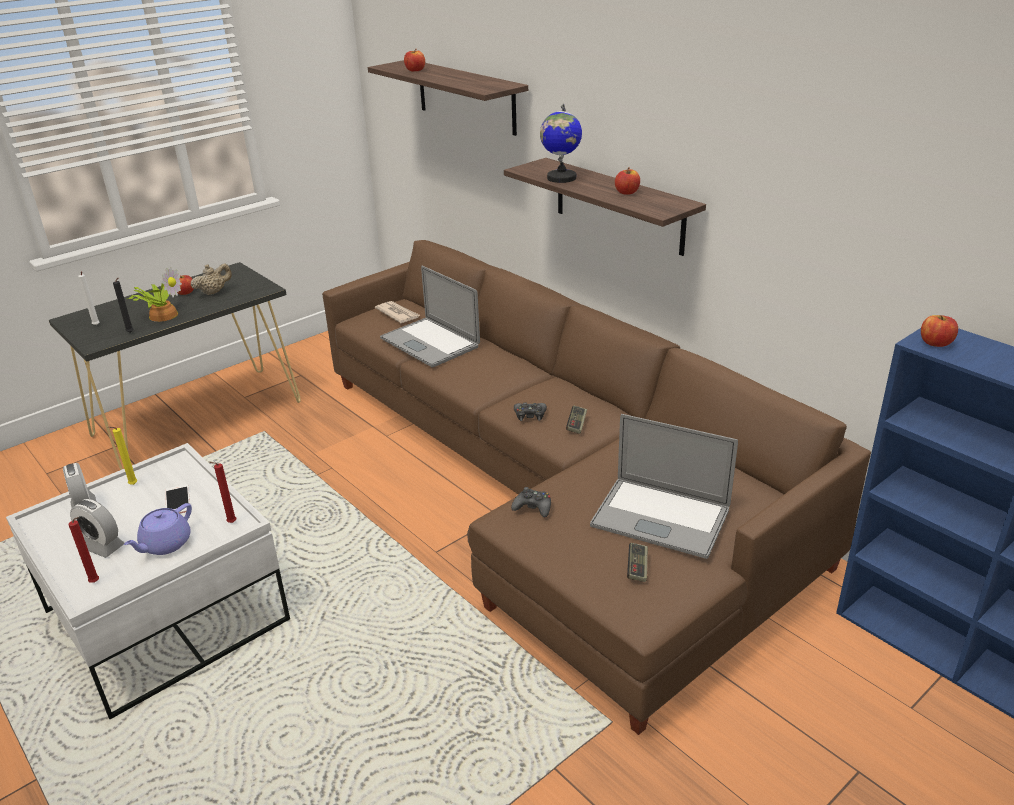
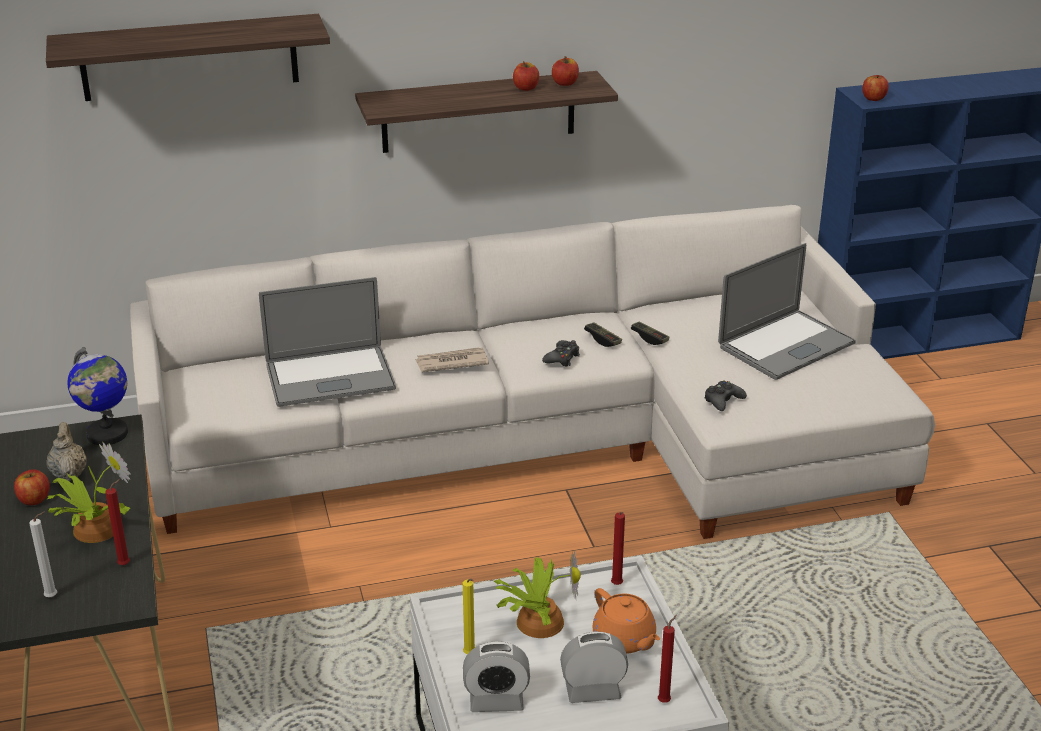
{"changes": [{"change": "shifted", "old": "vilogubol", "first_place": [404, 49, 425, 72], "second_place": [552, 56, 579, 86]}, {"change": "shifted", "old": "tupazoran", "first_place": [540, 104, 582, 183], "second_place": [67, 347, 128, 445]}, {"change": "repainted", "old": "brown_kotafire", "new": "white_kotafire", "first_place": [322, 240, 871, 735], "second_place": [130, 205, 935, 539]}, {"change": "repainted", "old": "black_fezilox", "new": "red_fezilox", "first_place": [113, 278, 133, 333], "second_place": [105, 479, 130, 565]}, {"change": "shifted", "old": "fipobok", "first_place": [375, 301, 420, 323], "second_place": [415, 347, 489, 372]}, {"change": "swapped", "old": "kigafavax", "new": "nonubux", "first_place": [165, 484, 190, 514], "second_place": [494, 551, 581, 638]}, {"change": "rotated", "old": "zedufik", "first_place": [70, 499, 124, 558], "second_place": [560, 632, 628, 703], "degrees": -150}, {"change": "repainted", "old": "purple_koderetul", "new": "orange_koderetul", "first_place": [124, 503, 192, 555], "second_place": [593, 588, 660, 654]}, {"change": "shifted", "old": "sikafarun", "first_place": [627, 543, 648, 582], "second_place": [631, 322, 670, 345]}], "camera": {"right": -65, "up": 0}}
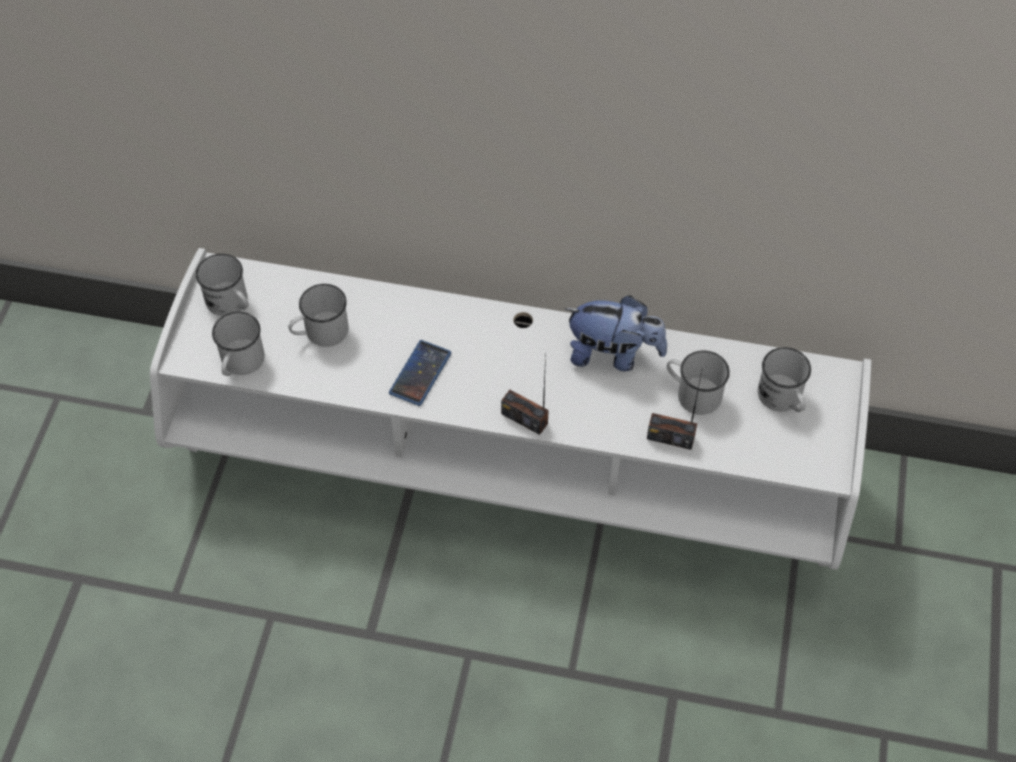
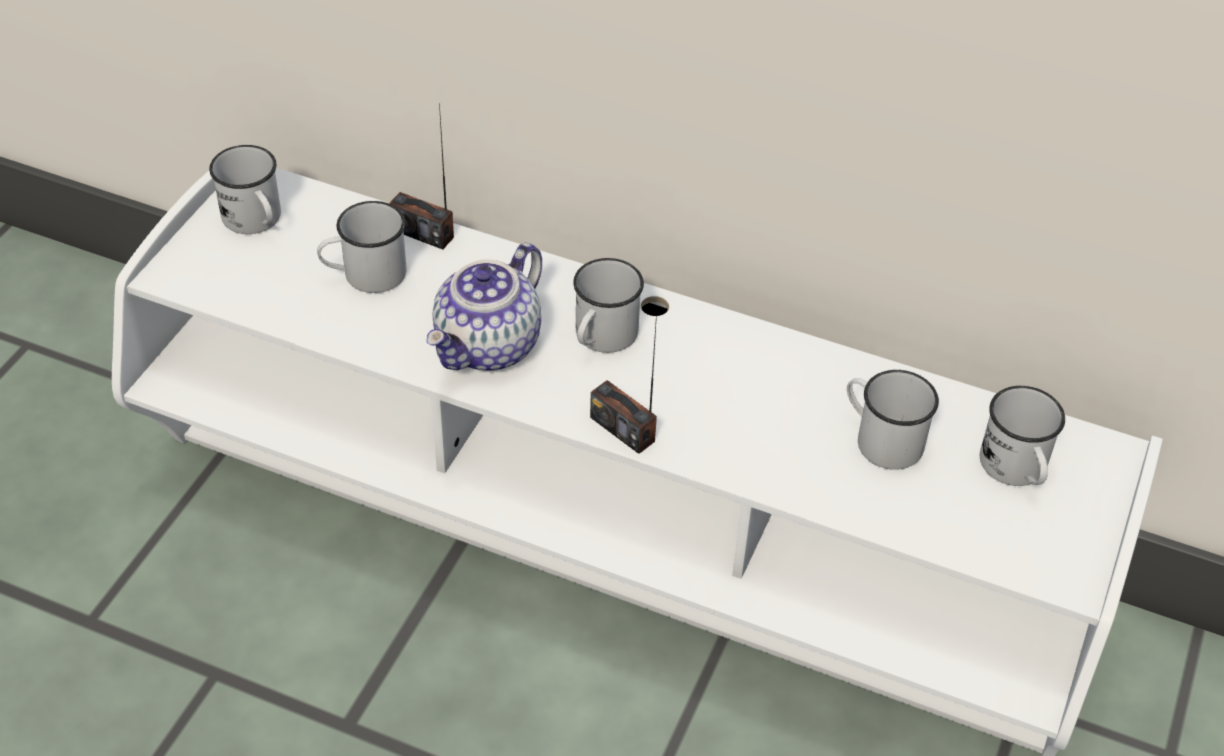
{"changes": [{"change": "gone", "old": "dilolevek", "first_place": [564, 295, 667, 372]}, {"change": "shifted", "old": "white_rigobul", "first_place": [212, 312, 265, 376], "second_place": [573, 258, 644, 353]}, {"change": "swapped", "old": "kigafavax", "new": "koderetul", "first_place": [389, 340, 451, 406], "second_place": [426, 243, 542, 371]}, {"change": "shifted", "old": "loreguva", "first_place": [647, 367, 703, 450], "second_place": [389, 103, 454, 249]}], "camera": {"right": 10, "up": -10}}
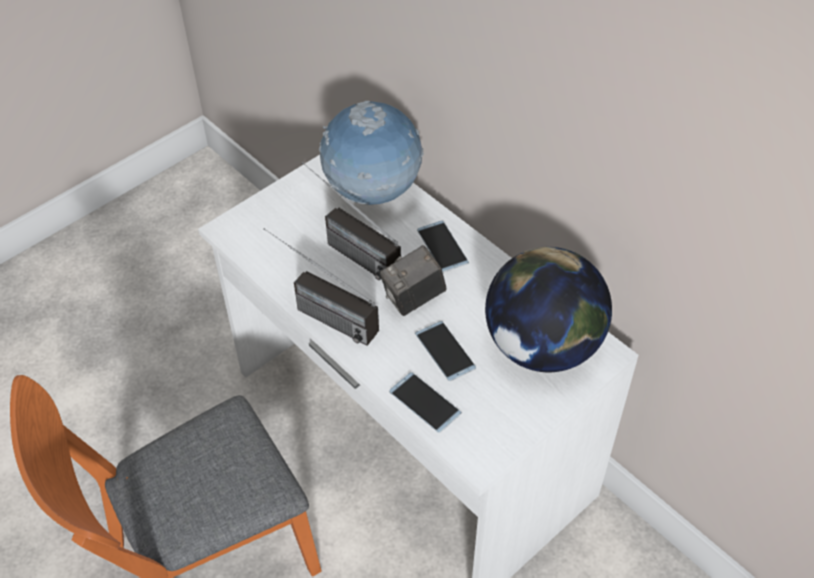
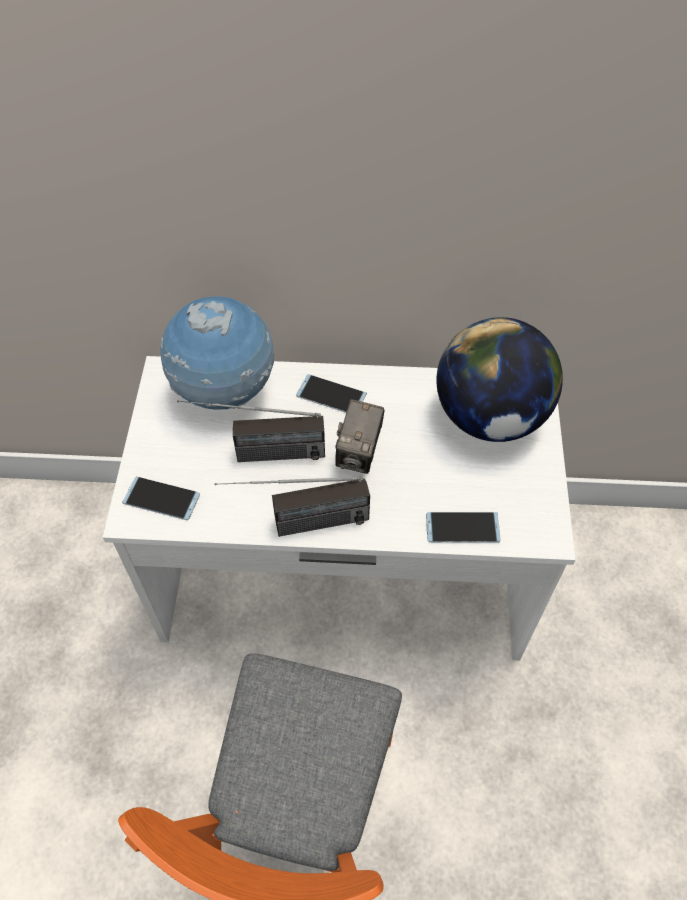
{"changes": [{"change": "shifted", "old": "kigafavax", "first_place": [415, 321, 476, 381], "second_place": [122, 477, 200, 520]}], "camera": {"right": -45, "up": 5}}
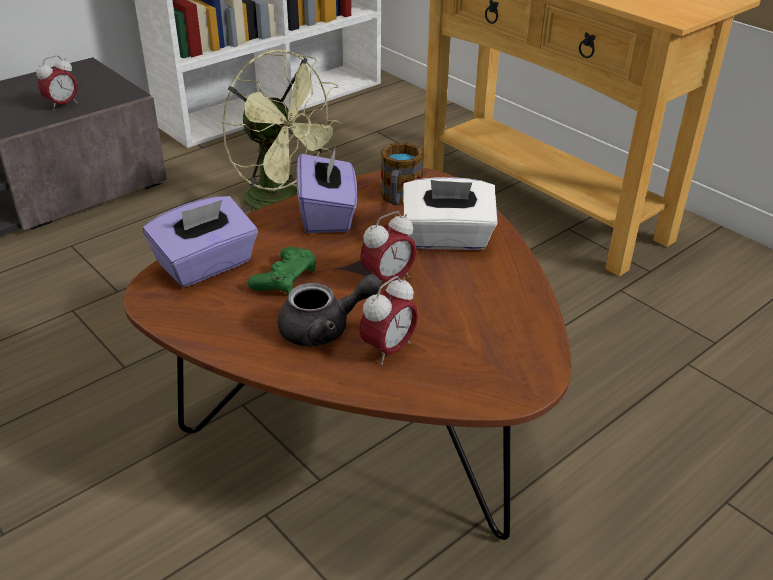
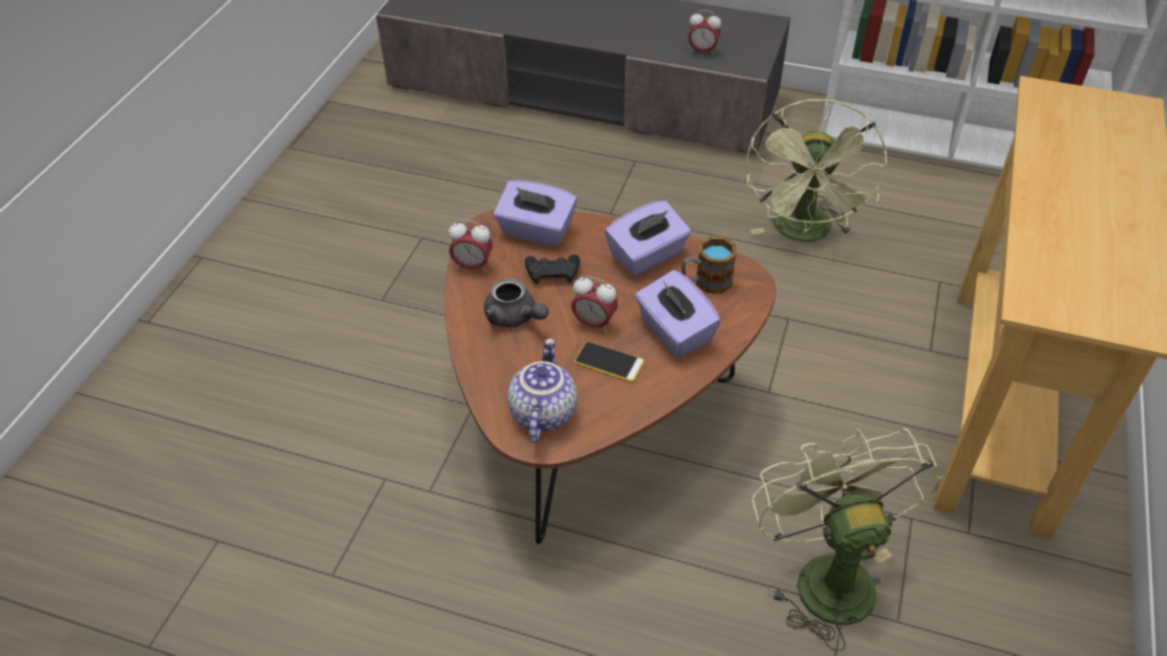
{"changes": [{"change": "repainted", "old": "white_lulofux", "new": "purple_lulofux", "first_place": [403, 177, 498, 250], "second_place": [635, 270, 721, 358]}, {"change": "repainted", "old": "green_sikafarun", "new": "black_sikafarun", "first_place": [247, 247, 316, 294], "second_place": [525, 254, 580, 284]}, {"change": "shifted", "old": "zedufik", "first_place": [359, 276, 418, 365], "second_place": [448, 220, 493, 273]}, {"change": "new", "new": "koderetul", "second_place": [508, 338, 577, 443]}, {"change": "new", "new": "kigafavax", "second_place": [574, 341, 644, 382]}, {"change": "new", "new": "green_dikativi", "second_place": [752, 428, 943, 651]}], "camera": {"right": 60, "up": 10}}
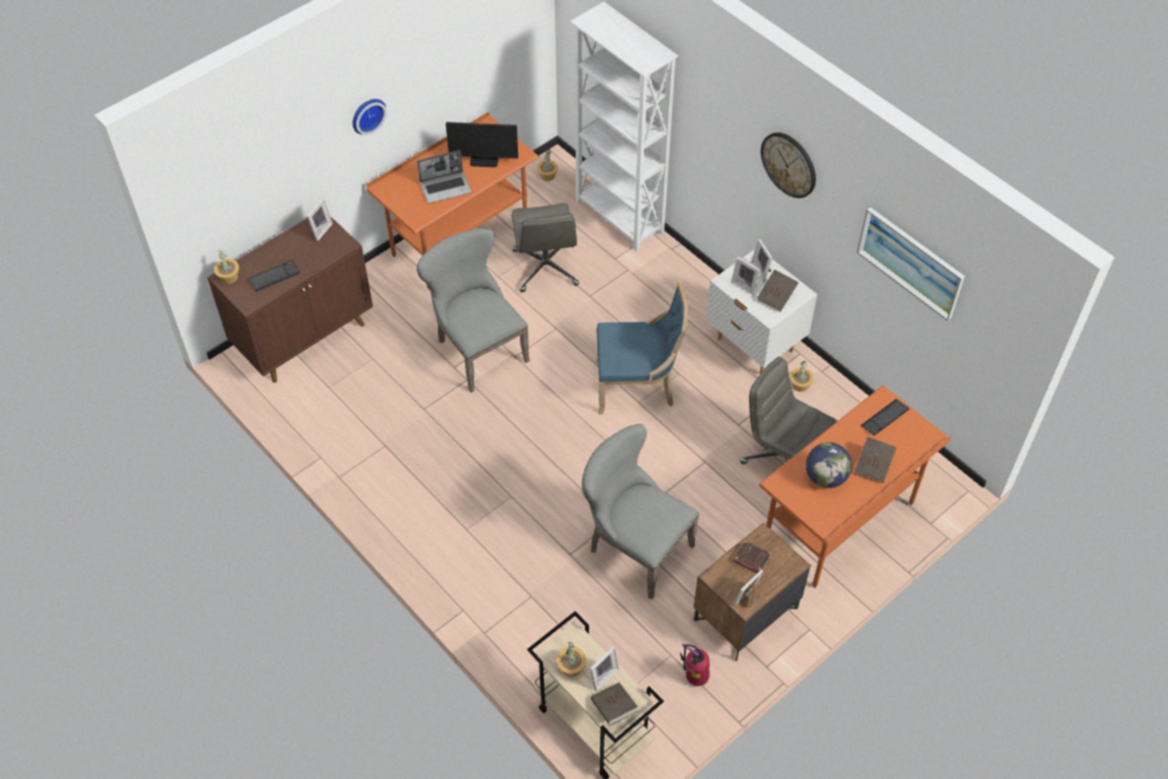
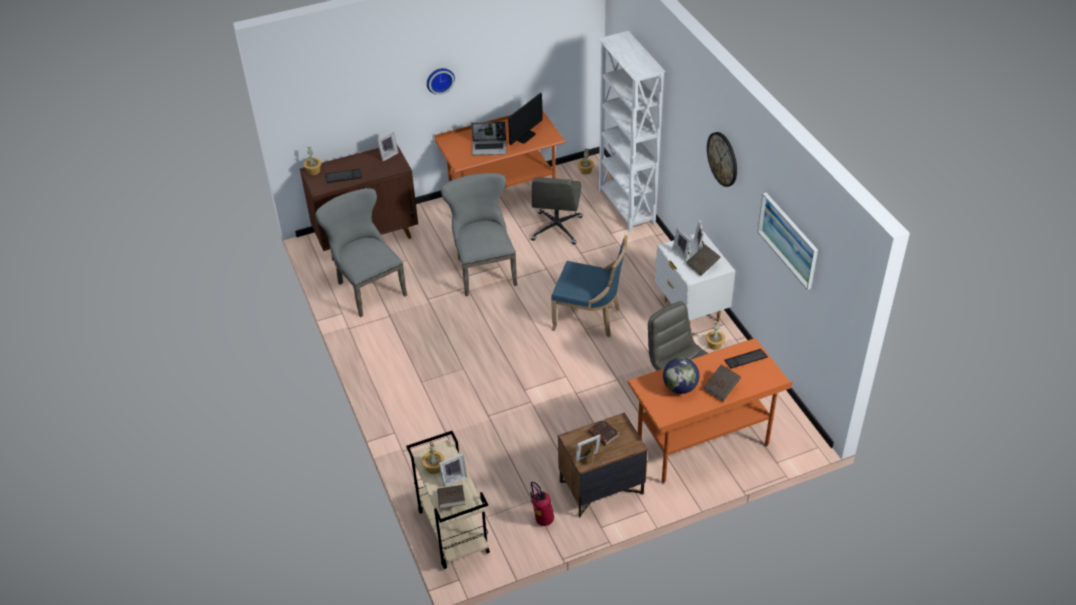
{"changes": [{"change": "rotated", "old": "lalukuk", "first_place": [446, 122, 518, 167], "second_place": [508, 93, 543, 145], "degrees": -75}, {"change": "shifted", "old": "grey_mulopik", "first_place": [582, 424, 699, 600], "second_place": [315, 188, 407, 317]}], "camera": {"right": 20, "up": -10}}
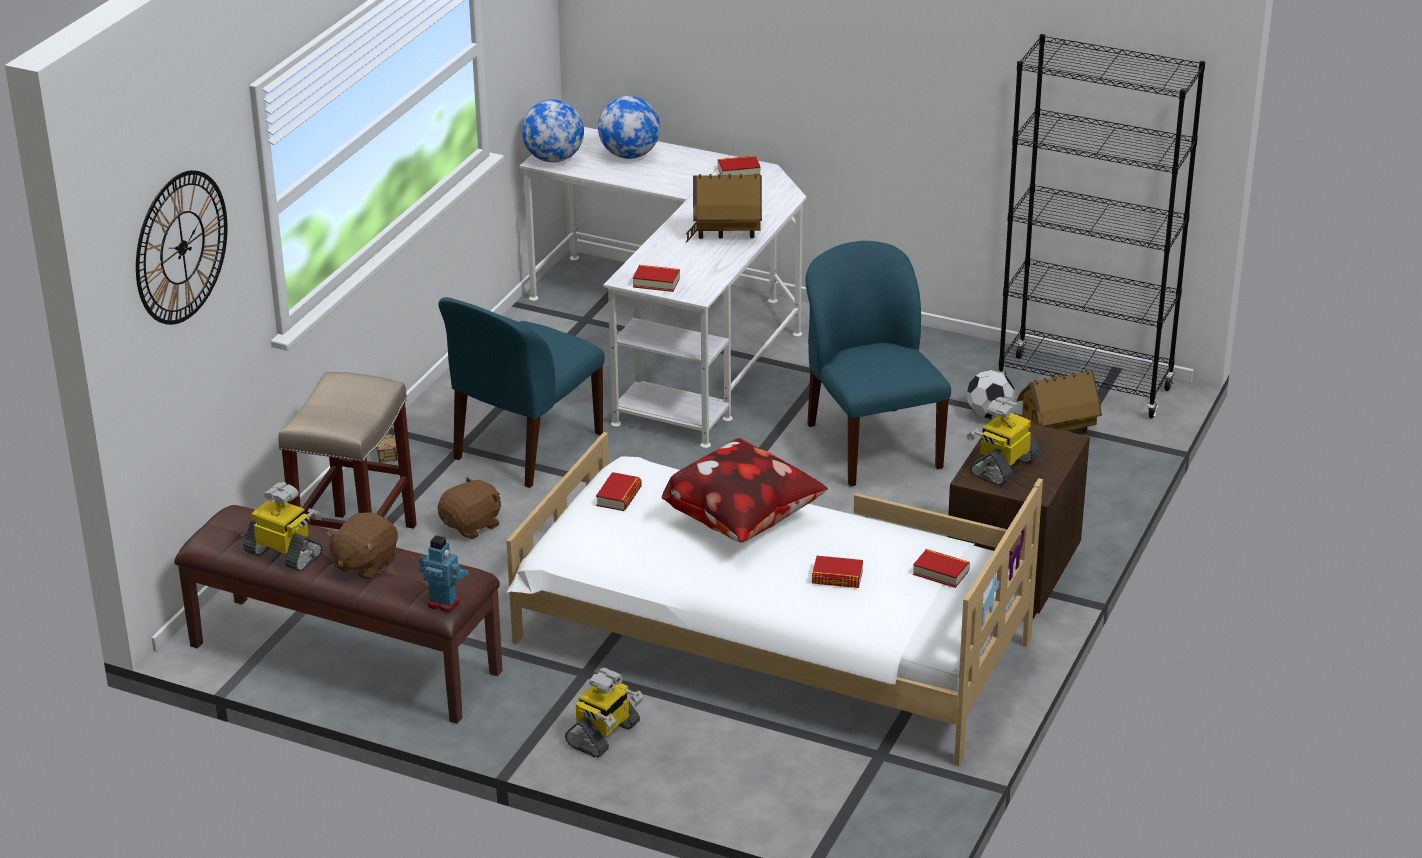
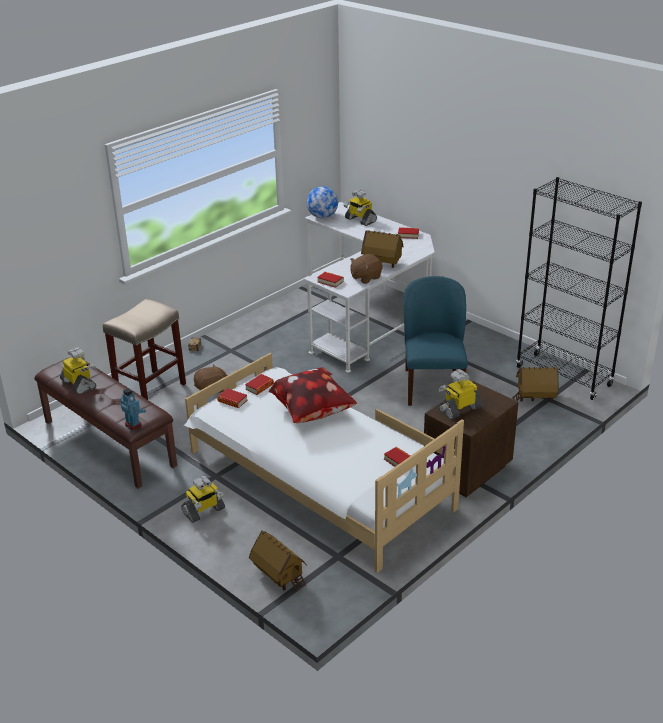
{"changes": [{"change": "swapped", "old": "tupazoran", "new": "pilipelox", "first_place": [598, 96, 660, 159], "second_place": [344, 190, 377, 226]}, {"change": "gone", "old": "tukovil", "first_place": [136, 170, 228, 325]}, {"change": "gone", "old": "blue_mulopik", "first_place": [438, 297, 605, 488]}, {"change": "gone", "old": "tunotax", "first_place": [967, 370, 1015, 419]}, {"change": "shifted", "old": "brown_dilolevek", "first_place": [326, 512, 398, 580], "second_place": [350, 254, 383, 284]}, {"change": "shifted", "old": "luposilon", "first_place": [812, 556, 863, 588], "second_place": [217, 388, 247, 408]}, {"change": "new", "new": "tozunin", "second_place": [249, 531, 307, 592]}], "camera": {"right": 20, "up": 0}}
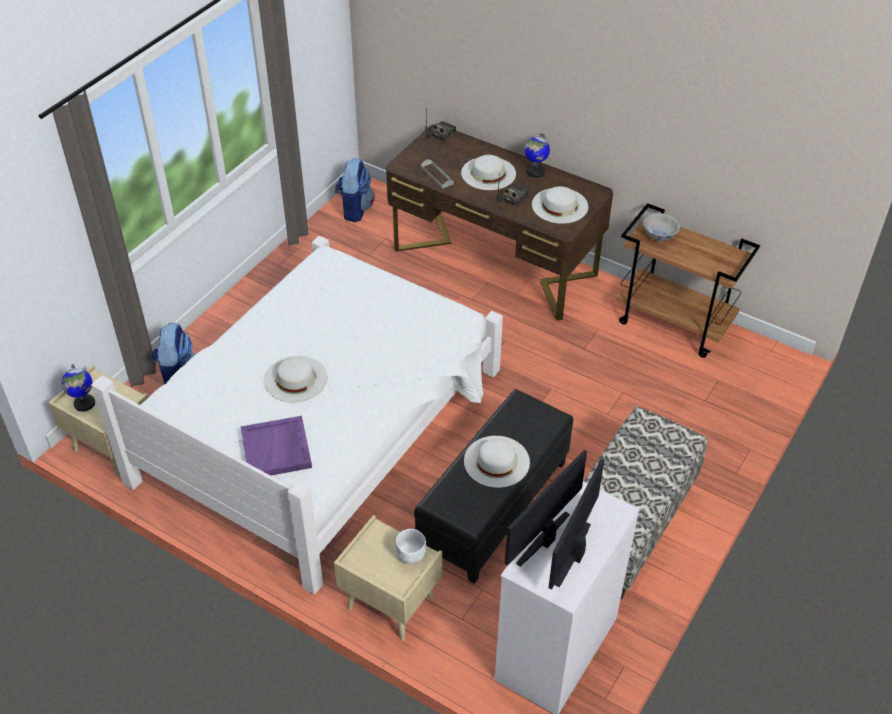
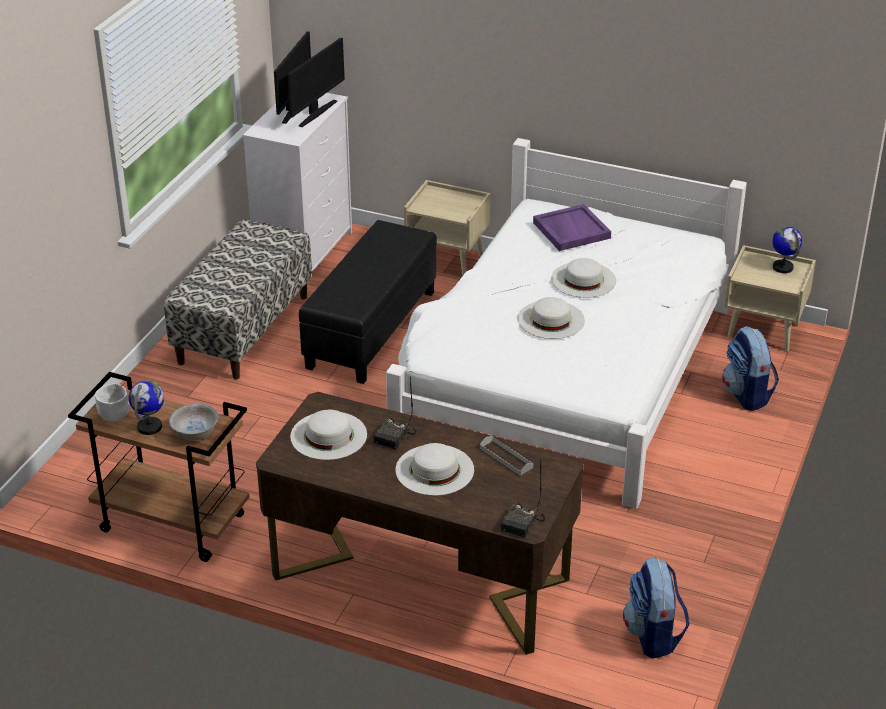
{"changes": [{"change": "shifted", "old": "tupazoran", "first_place": [524, 133, 550, 178], "second_place": [129, 380, 164, 435]}, {"change": "shifted", "old": "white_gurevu", "first_place": [464, 436, 530, 488], "second_place": [518, 297, 585, 339]}, {"change": "shifted", "old": "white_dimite", "first_place": [396, 529, 426, 564], "second_place": [95, 384, 129, 422]}], "camera": {"right": 170, "up": -10}}
